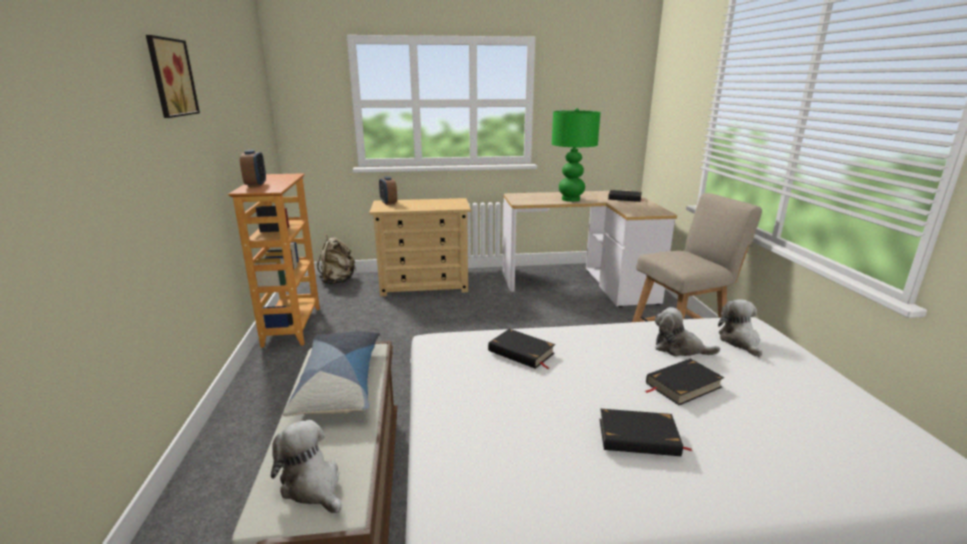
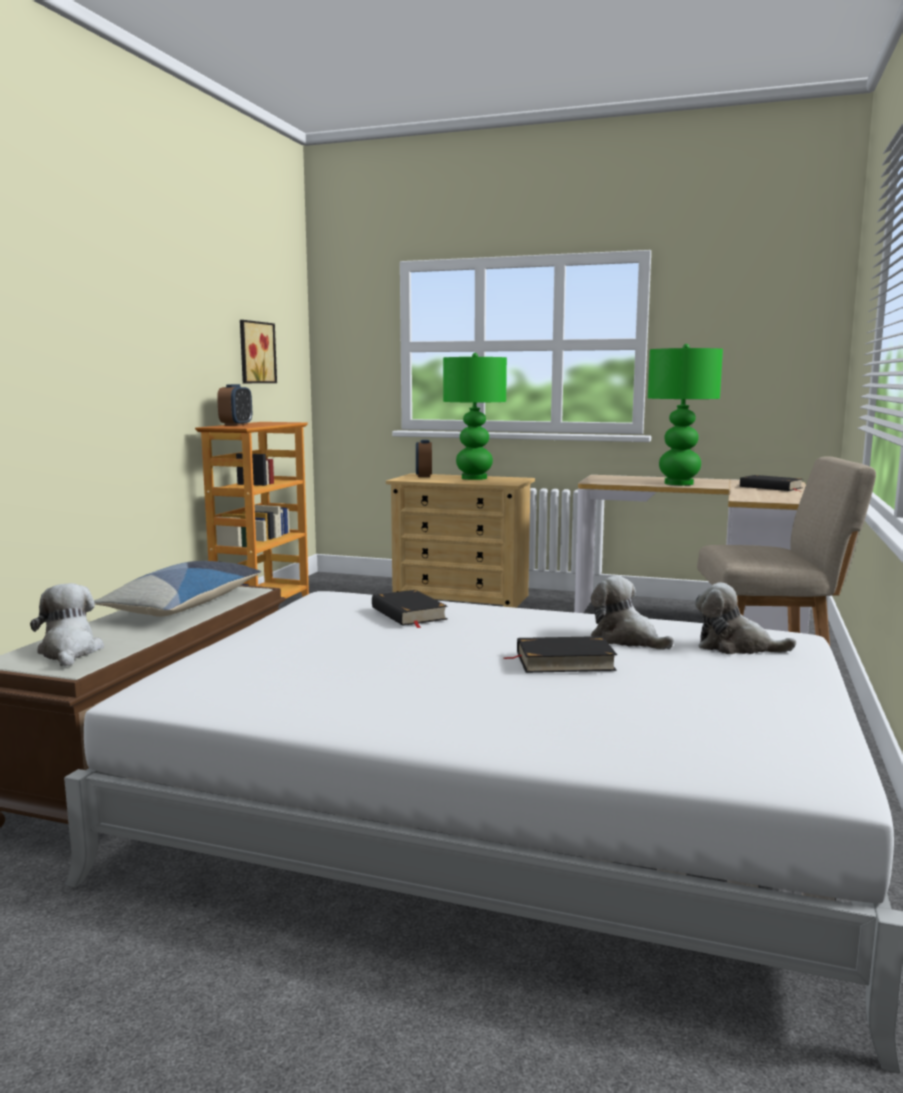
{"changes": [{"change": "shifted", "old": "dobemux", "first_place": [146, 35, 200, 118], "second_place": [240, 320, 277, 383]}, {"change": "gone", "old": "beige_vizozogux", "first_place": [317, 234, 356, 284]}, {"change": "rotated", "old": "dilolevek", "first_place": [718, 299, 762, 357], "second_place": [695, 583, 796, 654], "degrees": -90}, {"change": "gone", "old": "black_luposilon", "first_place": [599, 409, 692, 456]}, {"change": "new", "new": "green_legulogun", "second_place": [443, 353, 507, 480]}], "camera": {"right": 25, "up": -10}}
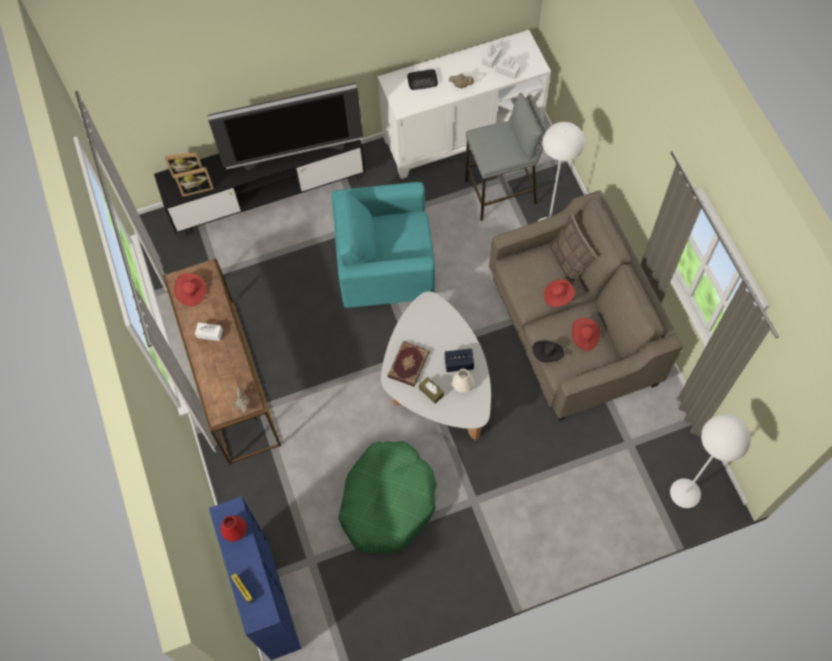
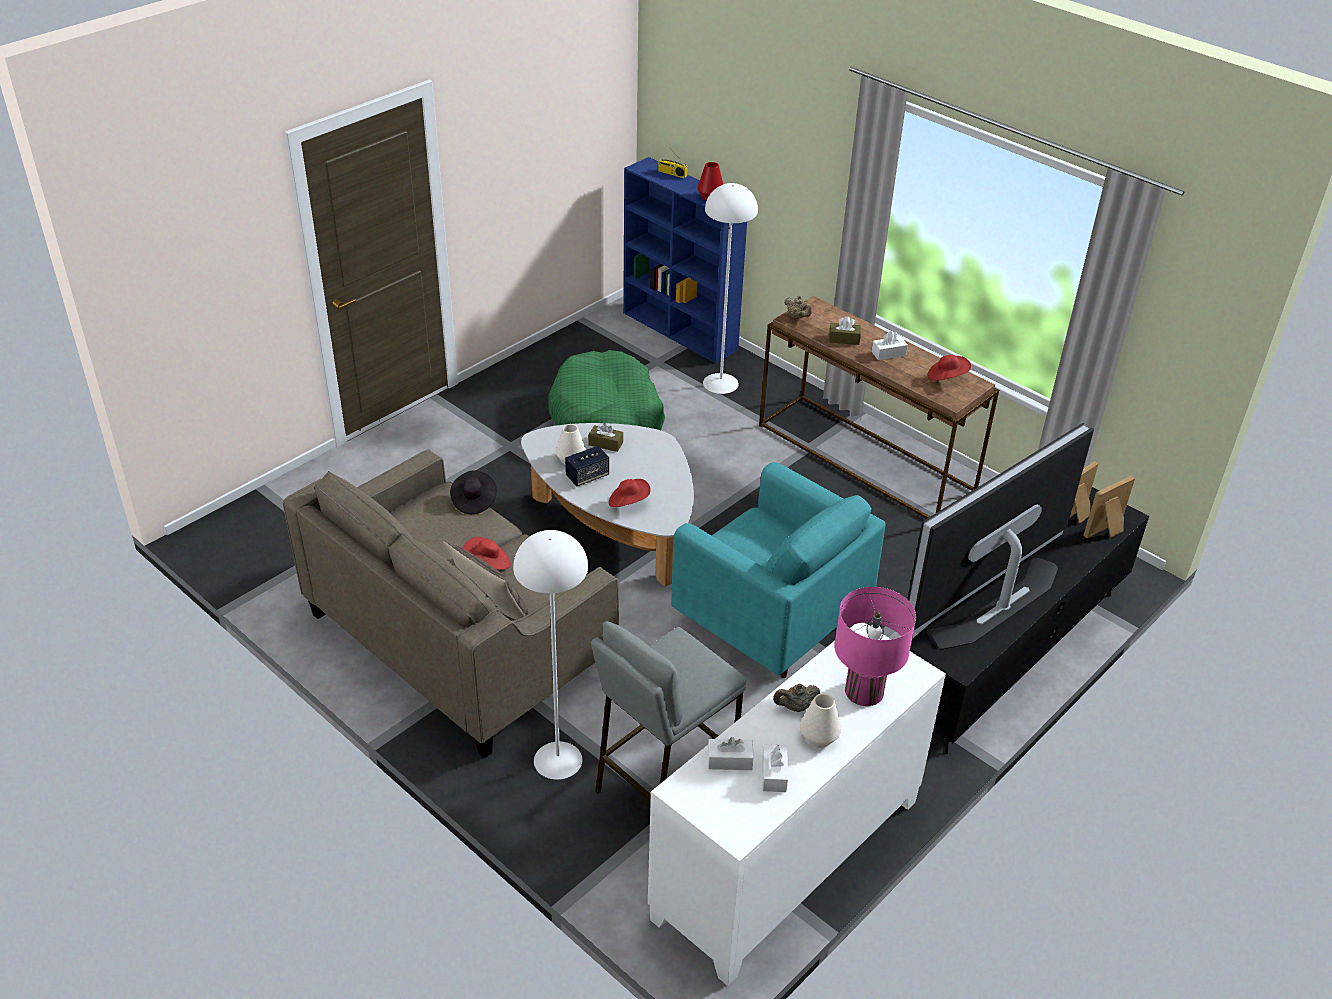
{"changes": [{"change": "swapped", "old": "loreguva", "new": "pink_legulogun", "first_place": [407, 69, 438, 90], "second_place": [834, 587, 916, 706]}, {"change": "rotated", "old": "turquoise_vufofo", "first_place": [331, 182, 435, 308], "second_place": [671, 462, 886, 678], "degrees": 75}, {"change": "shifted", "old": "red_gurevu", "first_place": [572, 318, 600, 351], "second_place": [609, 479, 651, 507]}, {"change": "gone", "old": "luposilon", "first_place": [388, 341, 429, 387]}, {"change": "shifted", "old": "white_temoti", "first_place": [670, 414, 751, 508], "second_place": [703, 183, 758, 394]}, {"change": "new", "new": "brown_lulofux", "second_place": [829, 317, 861, 345]}, {"change": "new", "new": "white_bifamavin", "second_place": [800, 693, 841, 748]}], "camera": {"right": 150, "up": -25}}
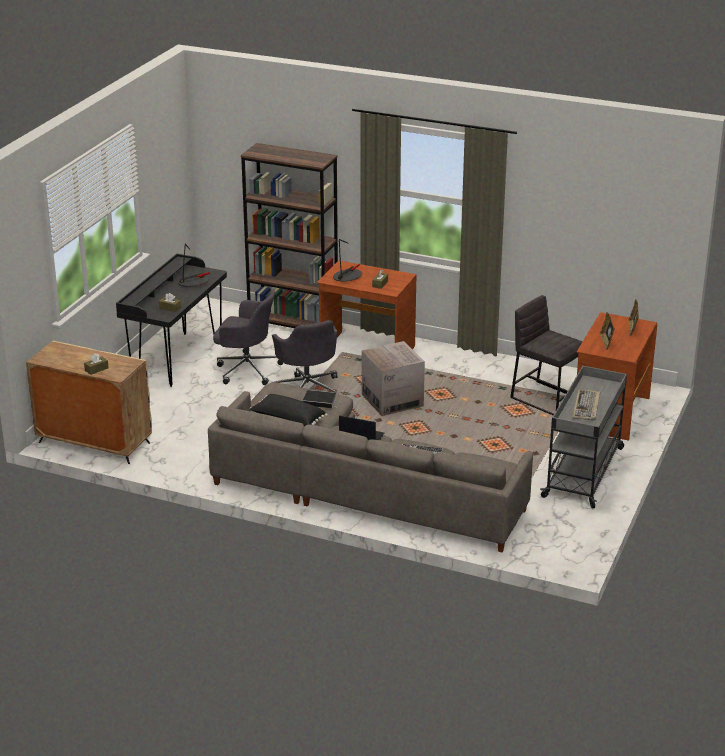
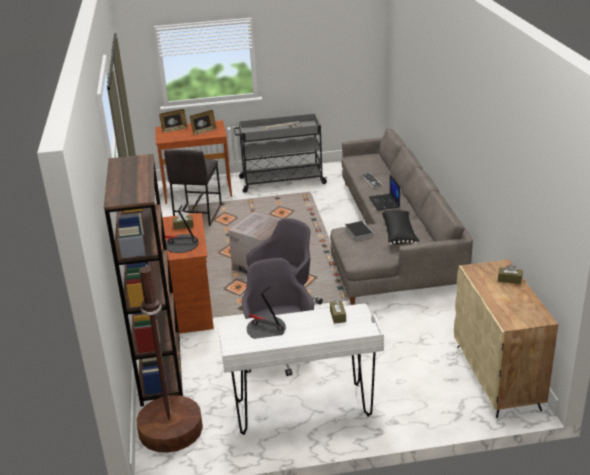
{"changes": [{"change": "repainted", "old": "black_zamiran", "new": "white_zamiran", "first_place": [116, 254, 227, 387], "second_place": [218, 304, 384, 435]}, {"change": "new", "new": "brown_temoti", "second_place": [137, 264, 203, 453]}], "camera": {"right": -120, "up": 0}}
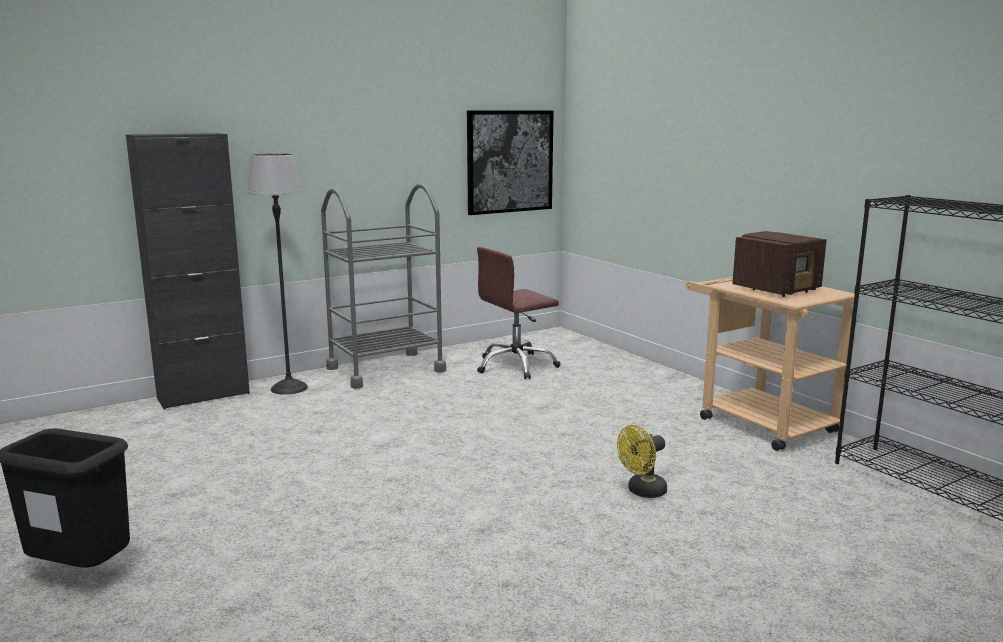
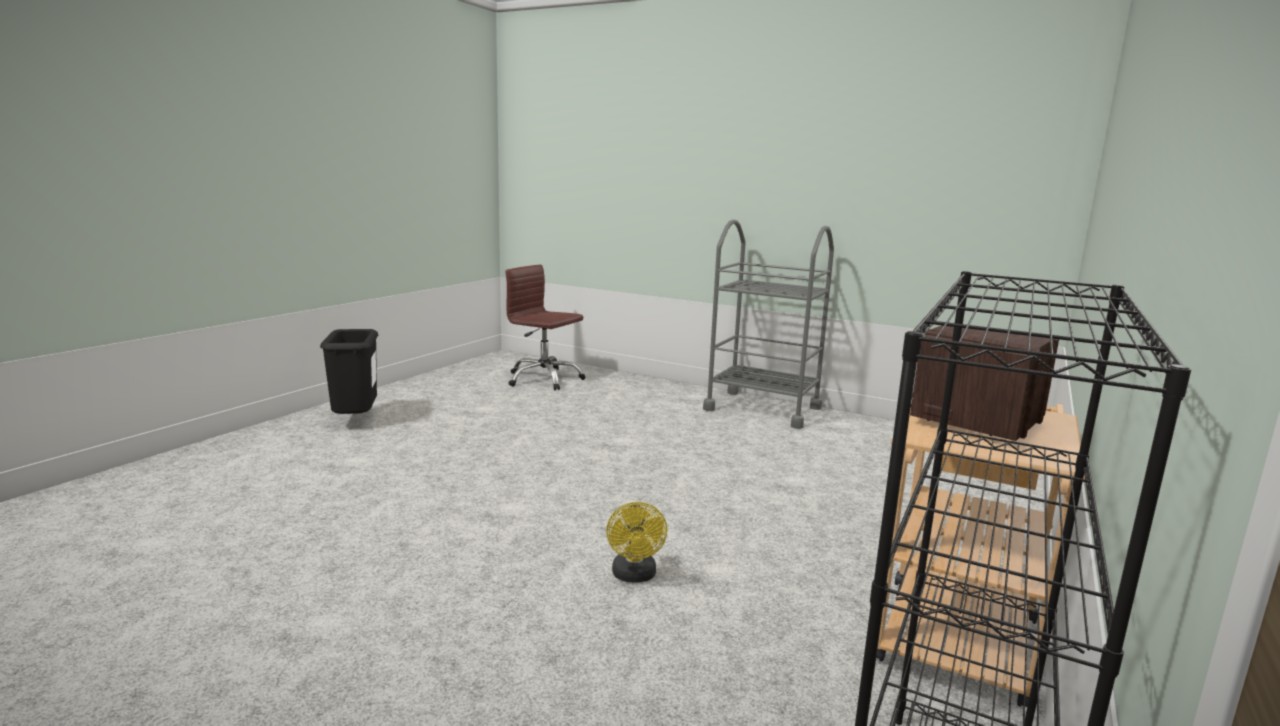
{"changes": [{"change": "gone", "old": "dobemux", "first_place": [467, 110, 554, 215]}, {"change": "gone", "old": "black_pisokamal", "first_place": [126, 133, 250, 410]}, {"change": "gone", "old": "temoti", "first_place": [247, 153, 308, 395]}, {"change": "rotated", "old": "loreguva", "first_place": [732, 231, 827, 297], "second_place": [910, 325, 1059, 441], "degrees": 105}, {"change": "shifted", "old": "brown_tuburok", "first_place": [477, 247, 560, 379], "second_place": [505, 265, 585, 390]}, {"change": "rotated", "old": "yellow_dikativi", "first_place": [617, 425, 667, 498], "second_place": [606, 502, 667, 583], "degrees": -120}], "camera": {"right": 60, "up": 0}}
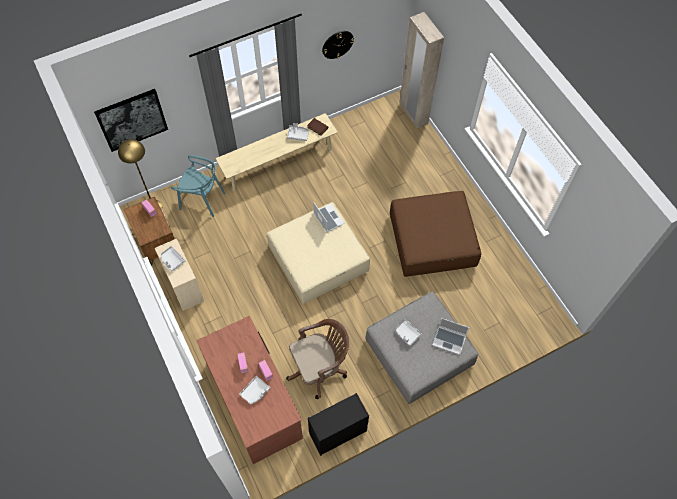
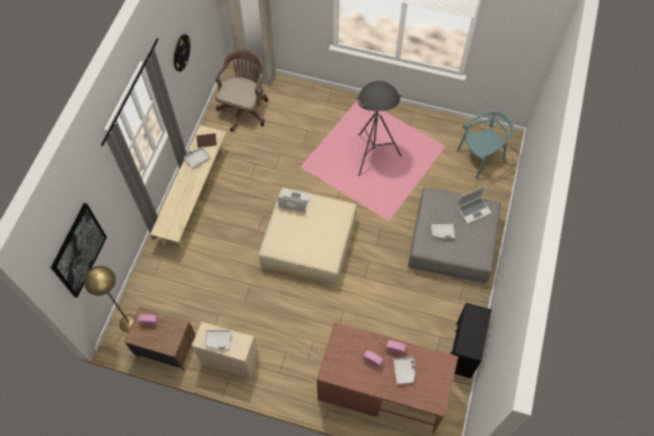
{"changes": [{"change": "shifted", "old": "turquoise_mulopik", "first_place": [171, 155, 225, 217], "second_place": [456, 111, 514, 179]}, {"change": "swapped", "old": "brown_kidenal", "new": "pink_temoti", "first_place": [390, 191, 482, 277], "second_place": [301, 81, 445, 221]}, {"change": "shifted", "old": "brown_tuburok", "first_place": [286, 319, 349, 399], "second_place": [215, 49, 268, 132]}], "camera": {"right": -45, "up": 0}}
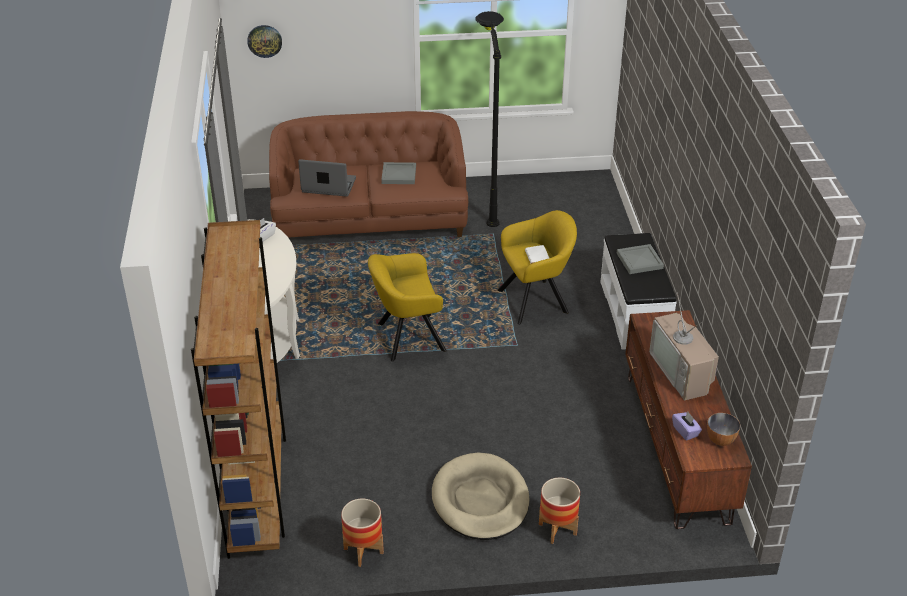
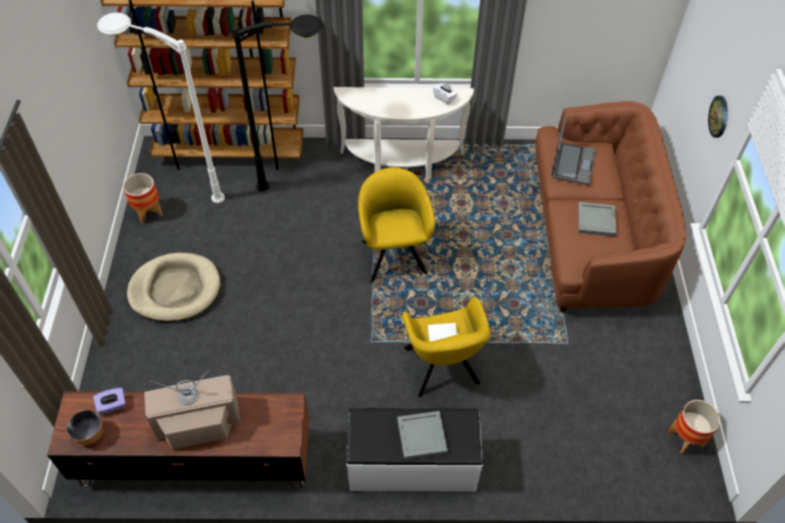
{"changes": [{"change": "shifted", "old": "black_temoti", "first_place": [475, 11, 504, 227], "second_place": [232, 14, 323, 191]}, {"change": "shifted", "old": "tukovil", "first_place": [247, 25, 282, 58], "second_place": [708, 96, 728, 138]}, {"change": "shifted", "old": "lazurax", "first_place": [539, 478, 580, 544], "second_place": [668, 400, 720, 454]}, {"change": "new", "new": "white_temoti", "second_place": [97, 12, 225, 203]}], "camera": {"right": 95, "up": 15}}
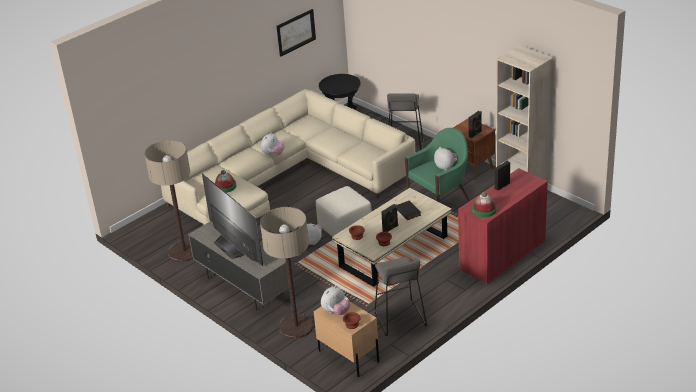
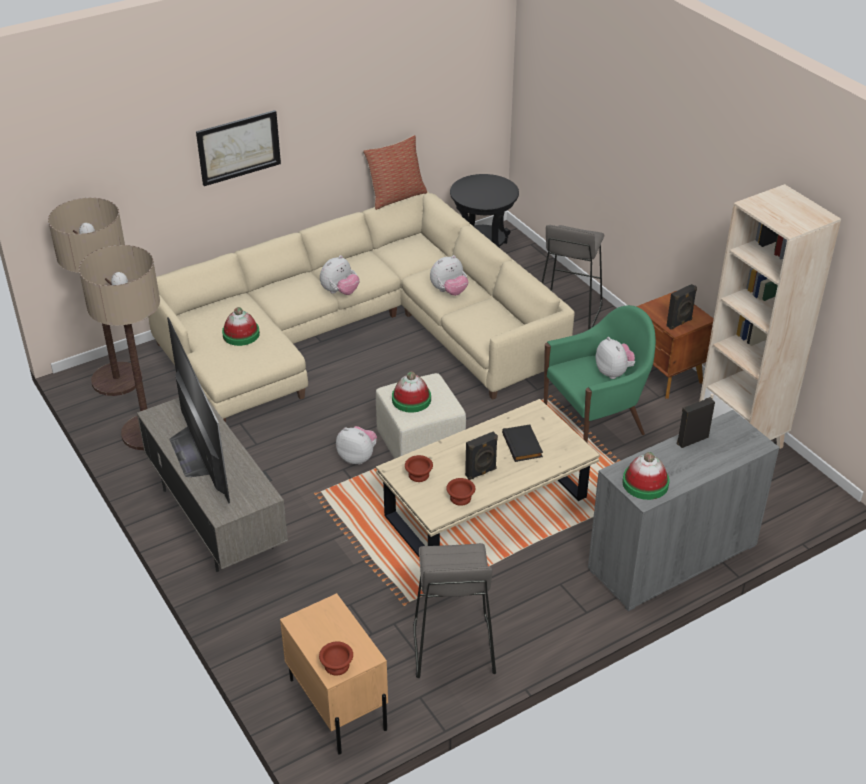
{"changes": [{"change": "shifted", "old": "dobemux", "first_place": [277, 9, 316, 56], "second_place": [196, 110, 281, 186]}, {"change": "repainted", "old": "red_pisokamal", "new": "grey_pisokamal", "first_place": [458, 168, 548, 285], "second_place": [588, 410, 780, 611]}, {"change": "shifted", "old": "temoti", "first_place": [260, 207, 313, 339], "second_place": [48, 198, 142, 396]}, {"change": "shifted", "old": "dilolevek", "first_place": [321, 285, 350, 315], "second_place": [430, 255, 468, 296]}, {"change": "new", "new": "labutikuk", "second_place": [363, 135, 427, 210]}, {"change": "new", "new": "gurevu", "second_place": [392, 371, 431, 413]}], "camera": {"right": 10, "up": 5}}
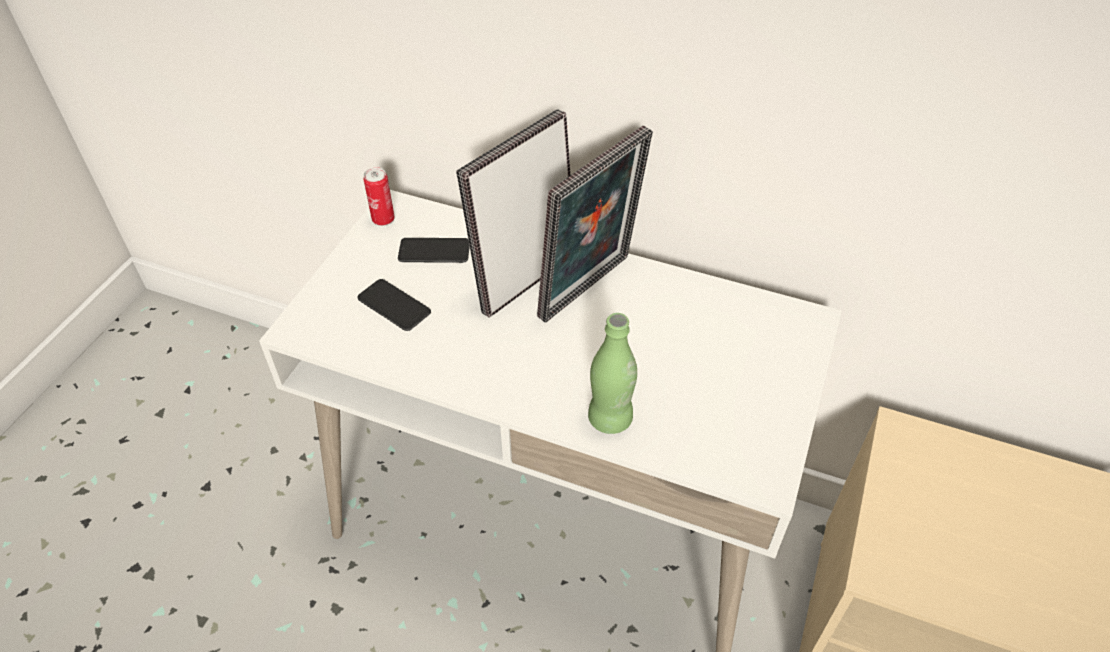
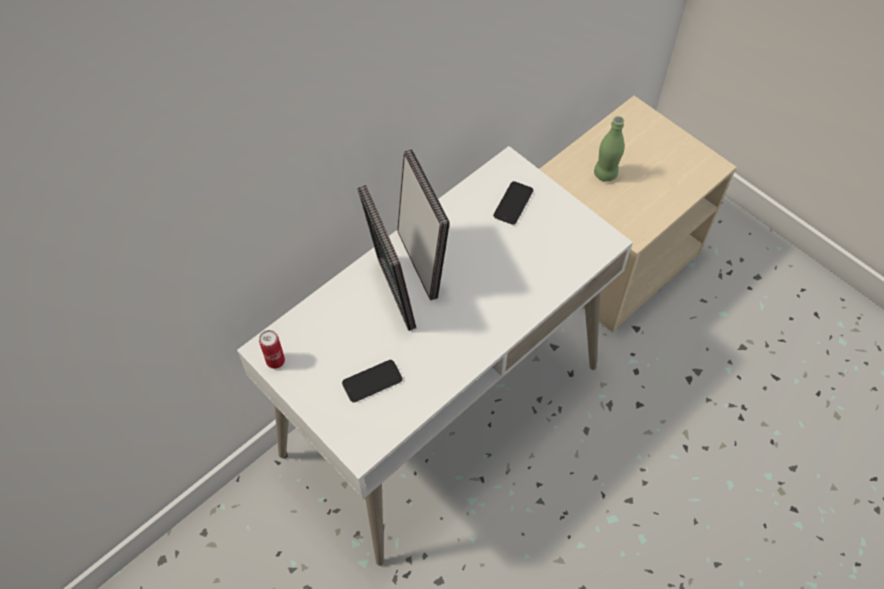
{"changes": [{"change": "shifted", "old": "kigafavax", "first_place": [398, 238, 470, 263], "second_place": [493, 181, 533, 225]}, {"change": "shifted", "old": "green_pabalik", "first_place": [588, 313, 637, 434], "second_place": [594, 116, 625, 182]}], "camera": {"right": -65, "up": 10}}
